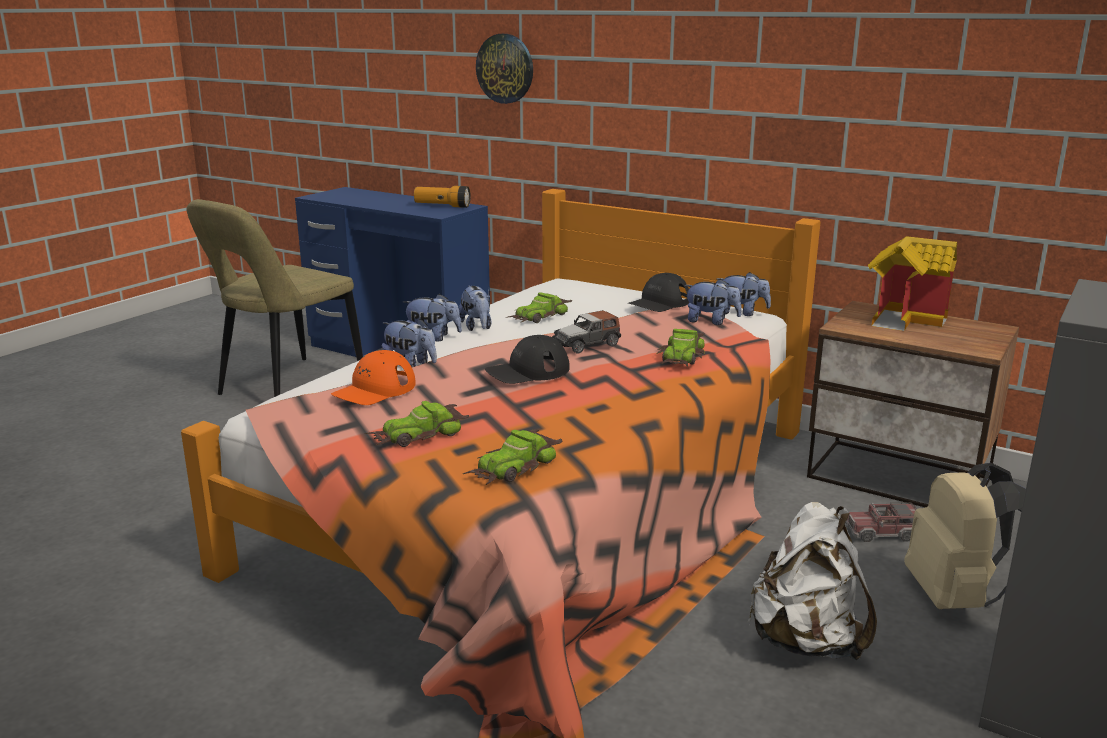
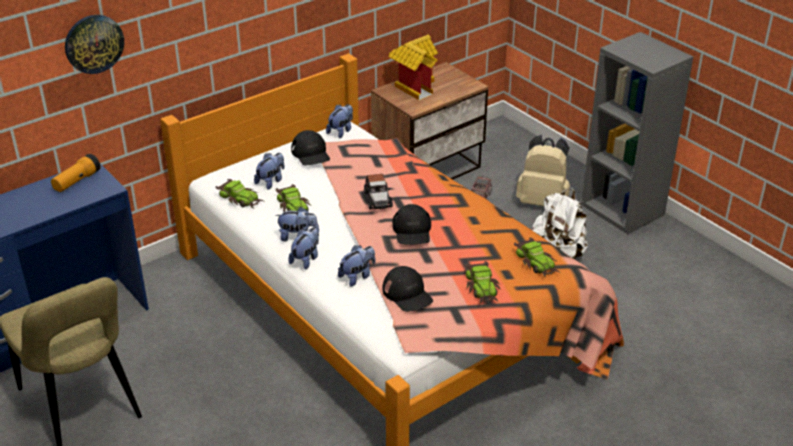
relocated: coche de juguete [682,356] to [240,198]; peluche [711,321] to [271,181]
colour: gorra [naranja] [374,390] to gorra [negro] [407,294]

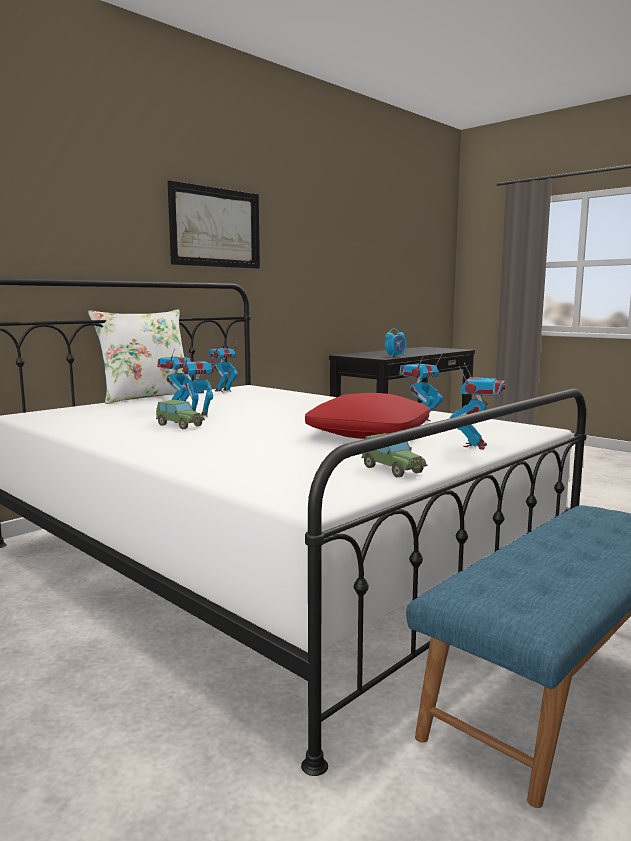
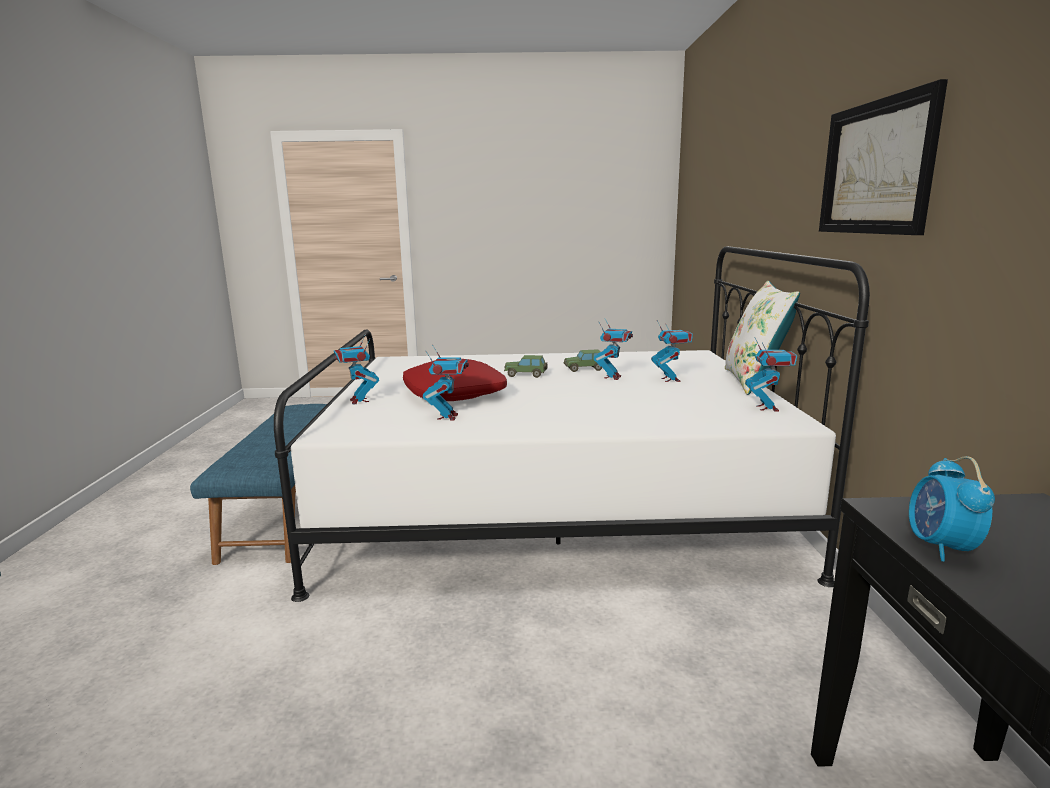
relocated: coche de juguete [392,470] to [526,375]

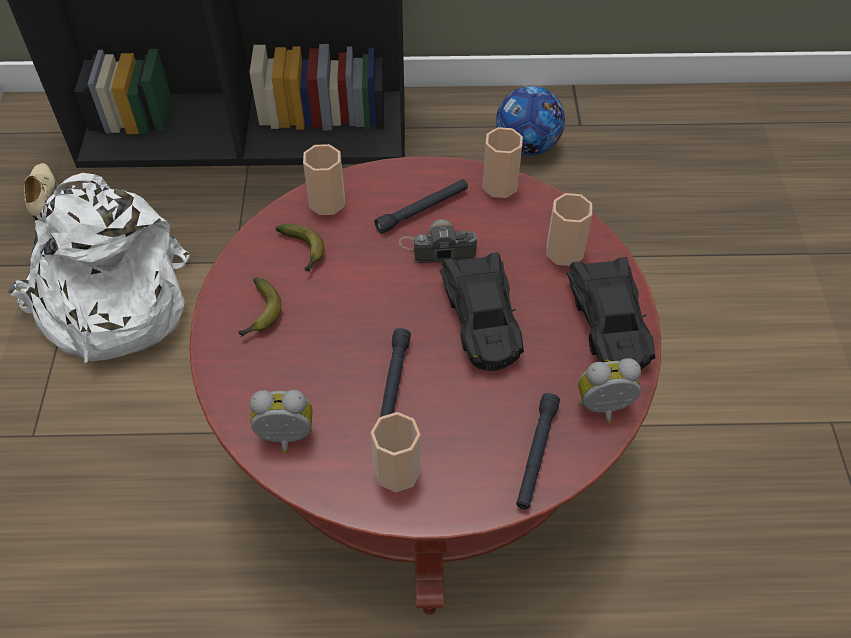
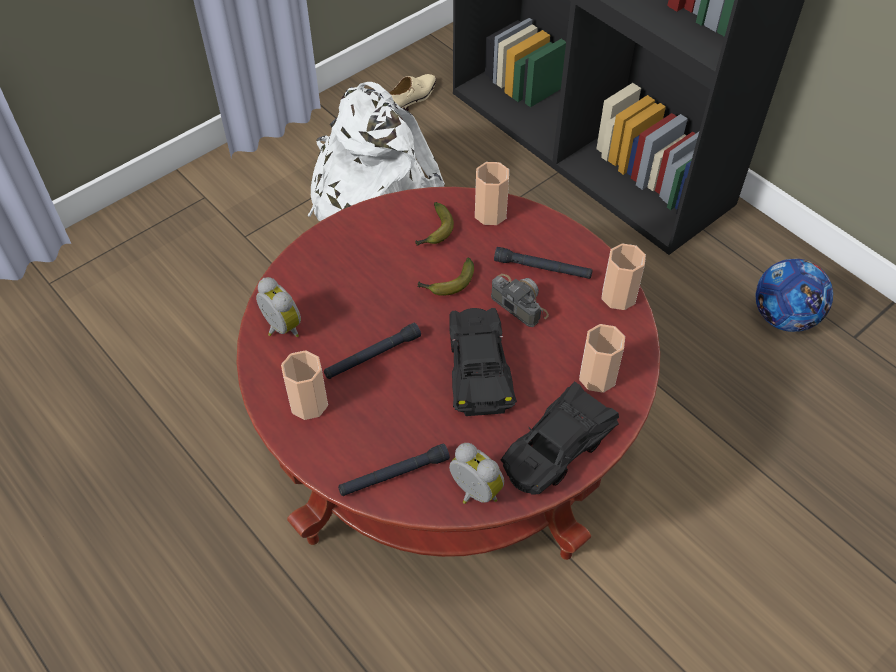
relocated: plátano [260,314] to [447,284]
spun: coche de juguete [negro] [481,320] = [479,368] 135 degrees clockwise

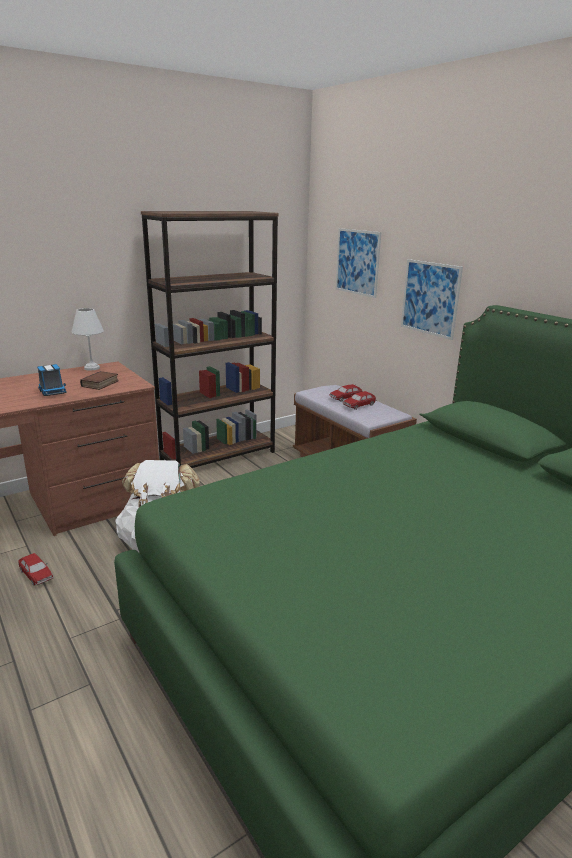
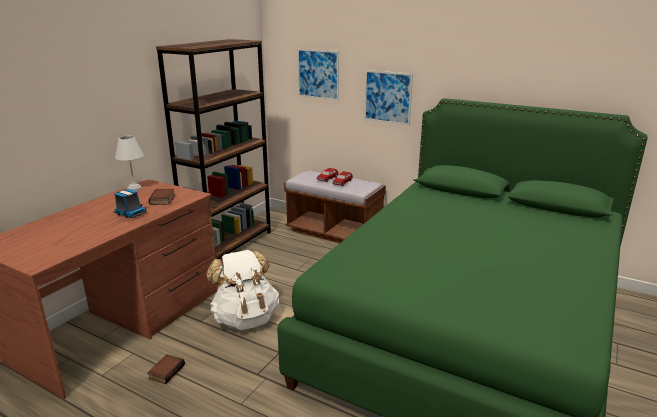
exchanged: coche de juguete [36,575] to libro [166,371]

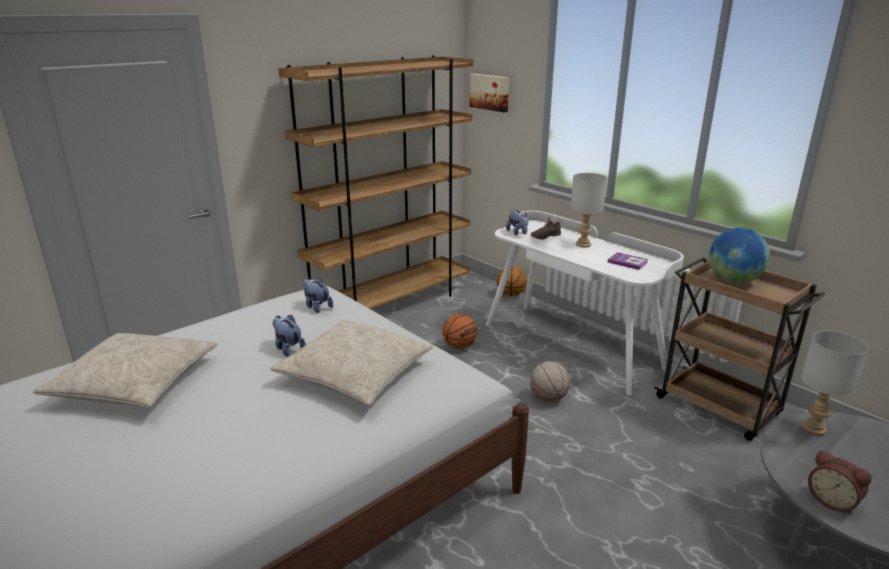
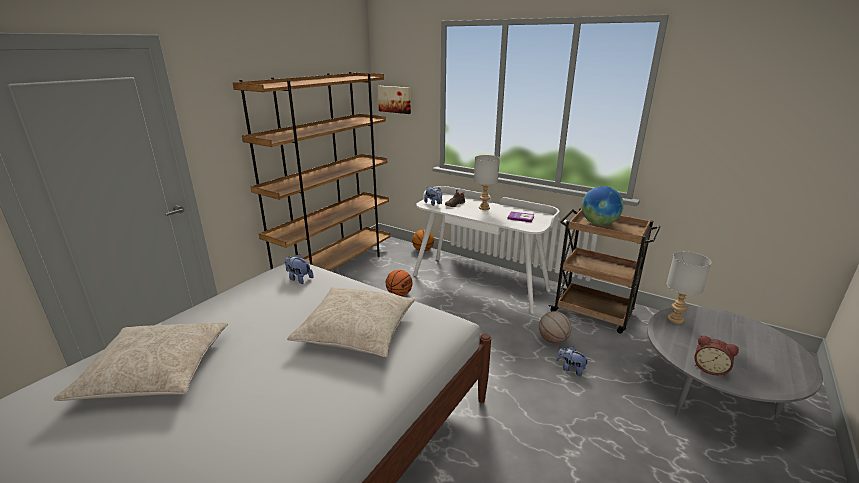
relocated: peluche [288,348] to [570,369]; balón de baloncesto [548,398] to [552,340]

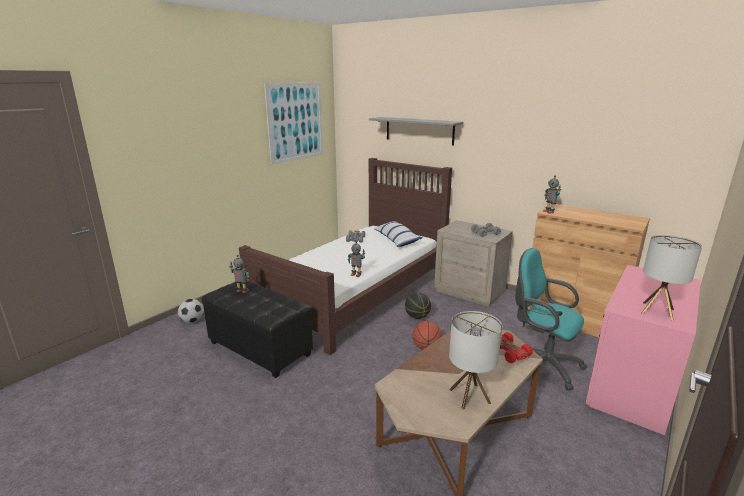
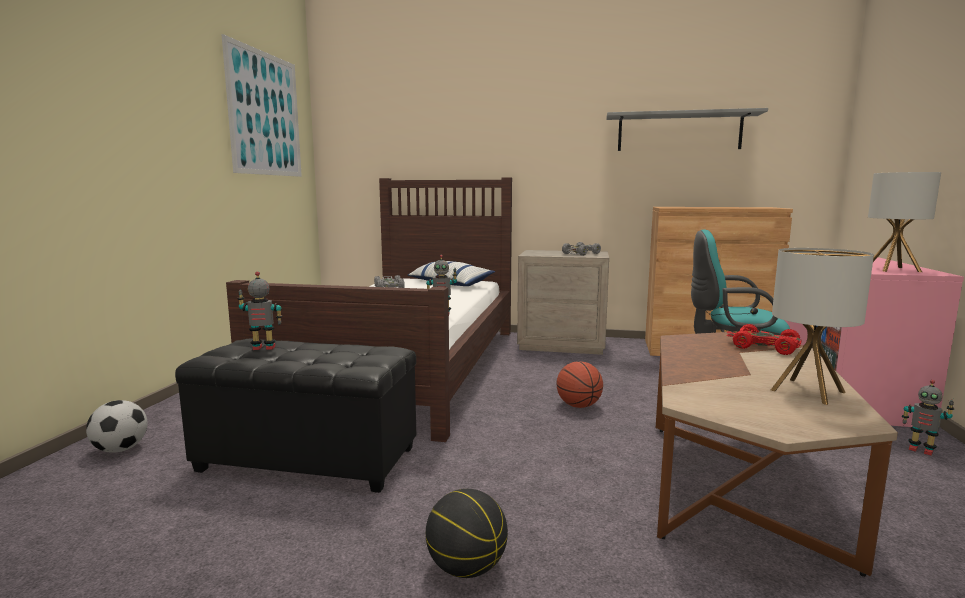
relocated: estante [gris] [419,130] to [679,132]; balón de baloncesto [417,316] to [467,567]; robot de juguete [549,212] to [921,450]

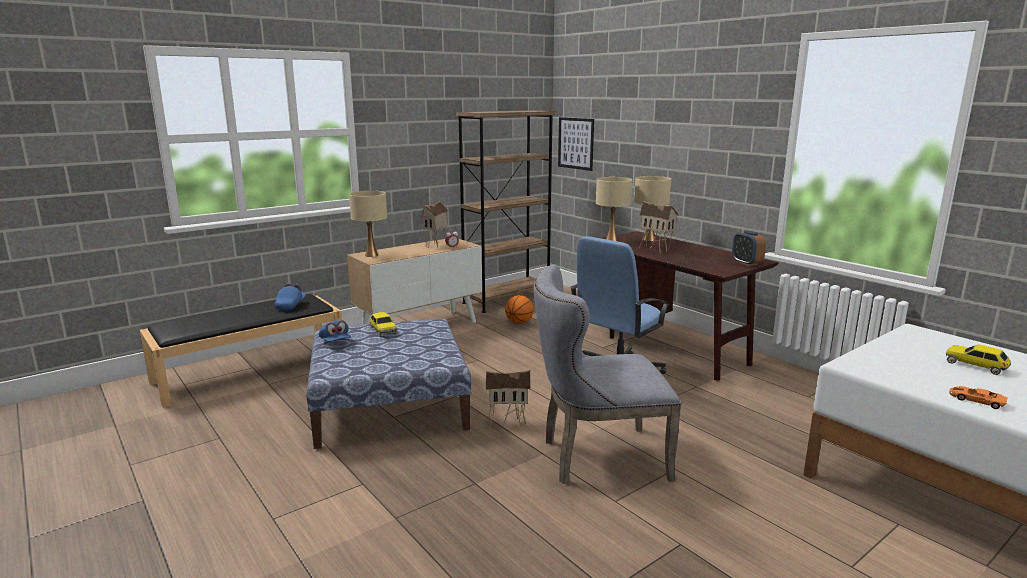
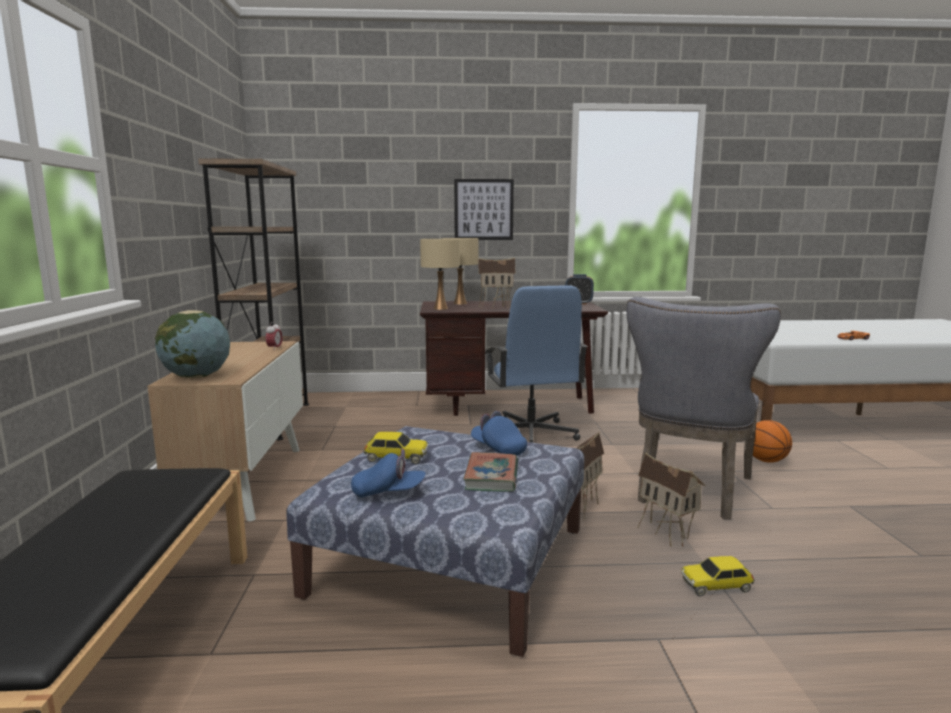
appeared: libro [492,477]
relocated: gorra [azul] [291,305] to [498,449]; casita [436,245] to [666,535]; balón de baloncesto [519,323] to [766,460]; cuadro [575,143] to [483,209]; coche de juguete [975,365] to [716,585]
exchanged: lámpara de mesa [beis] [371,255] to globo terráqueo [196,377]

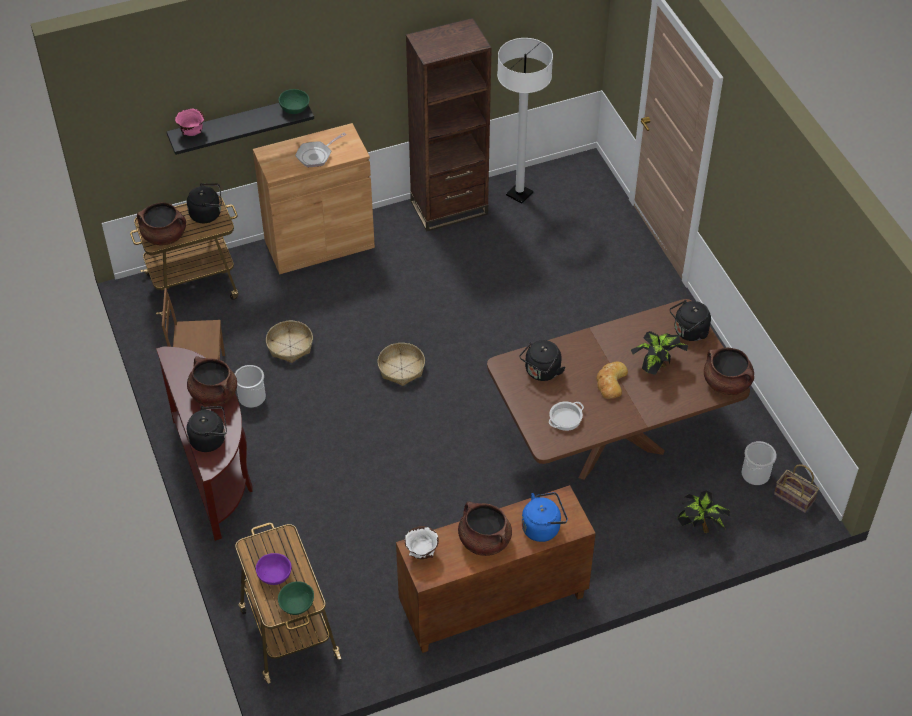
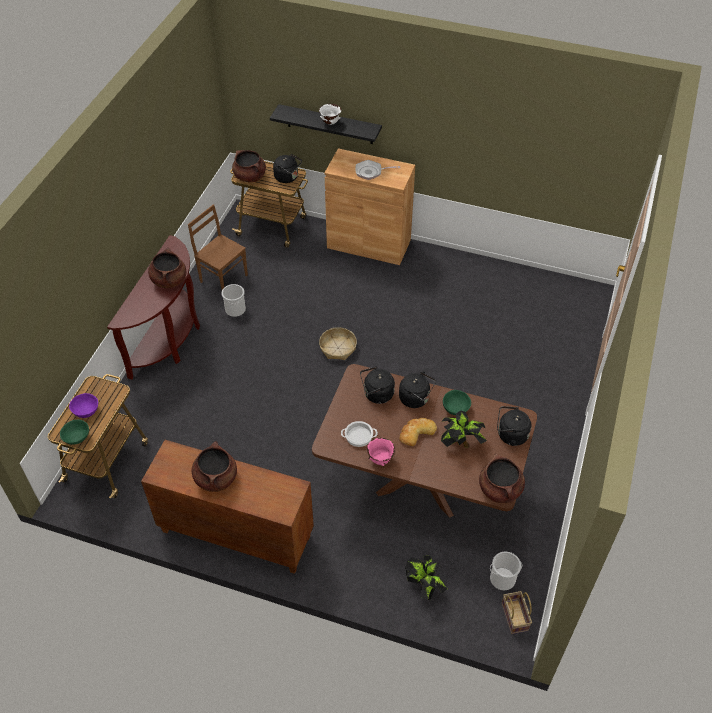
missing: cesta [290,346]; estantería [marrón] [449,208]; lámpara de pie [blanco] [519,194]; hervidor [azul] [543,527]
relocated: cuenco [rosa] [192,132] to [381,459]; hervidor [negro] [210,439] to [416,399]; cuenco [verde] [294,108] to [455,408]; cuenco [blanco] [421,553] to [330,122]

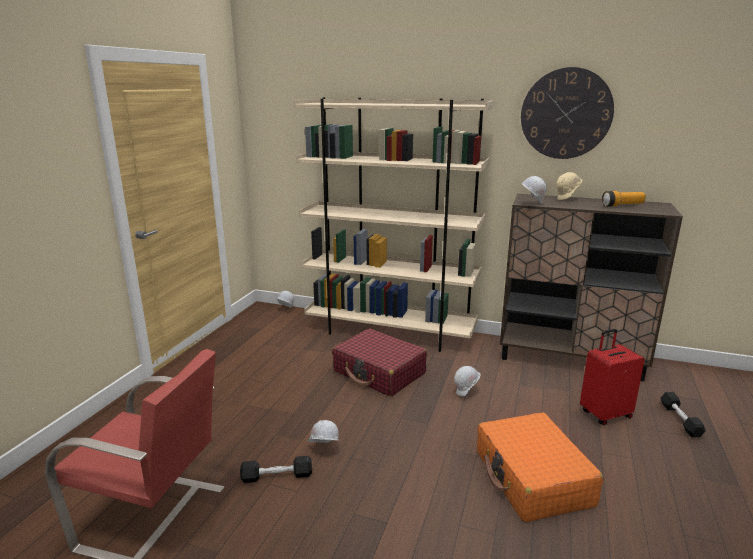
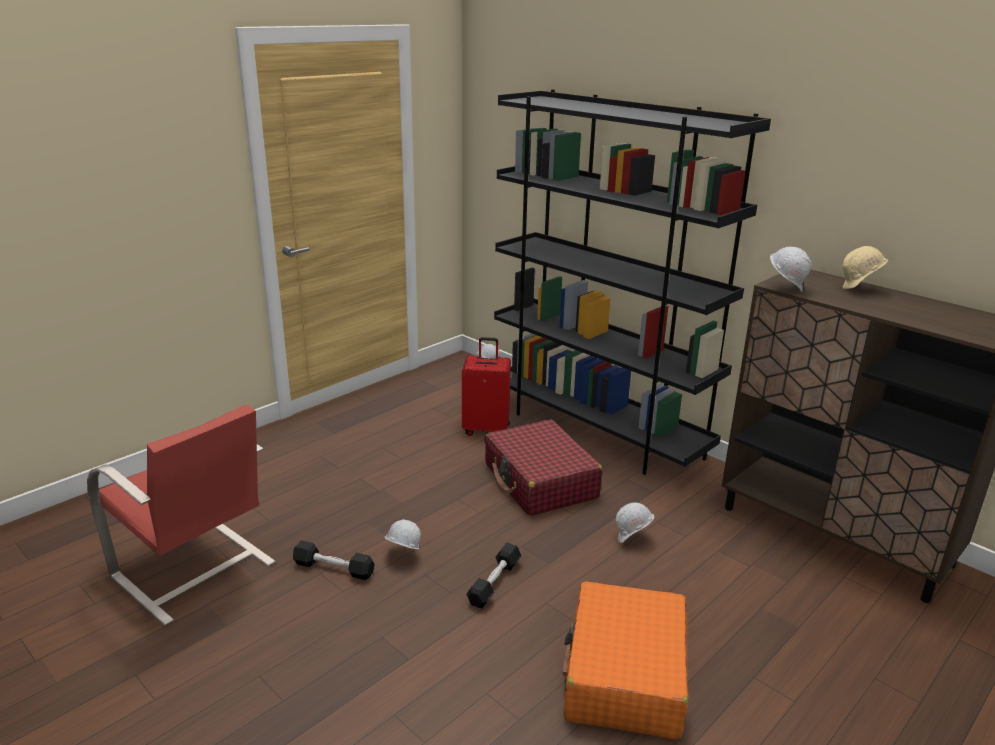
missing: reloj de pared [566,114]; linterna [622,205]
relocated: maleta [rojo] [604,414] to [486,429]; mancuerna [negro] [680,420] to [494,583]
colour: estantería [beis] [390,332] to estantería [negro] [597,431]

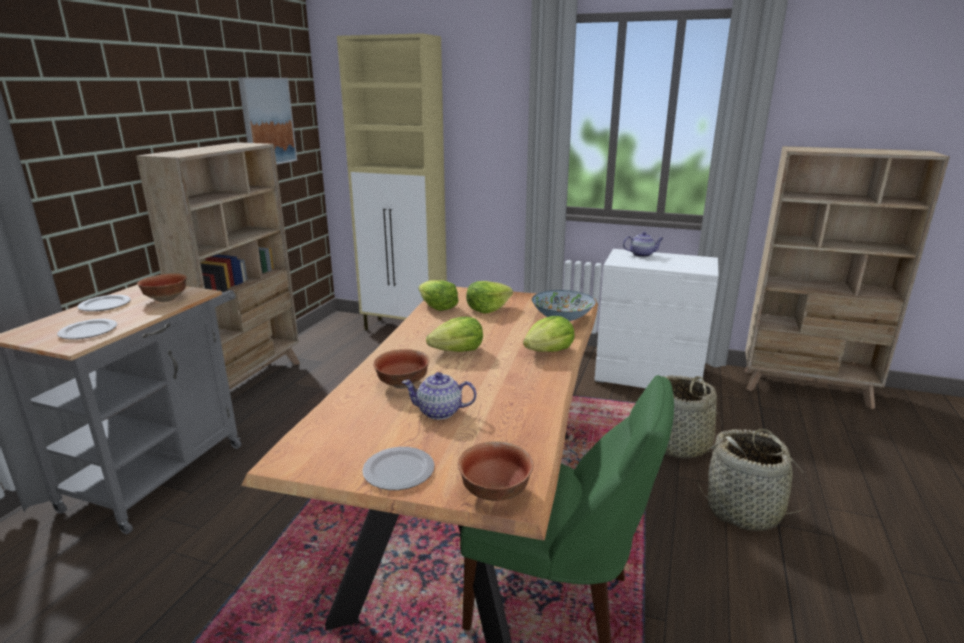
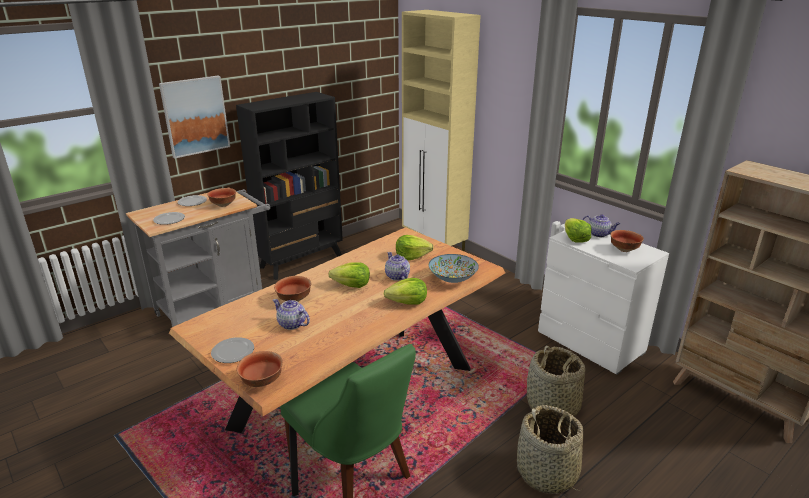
appeared: tetera [397,276]; cuenco [623,249]
relocated: cuadro [267,122] to [195,116]; lechuga [437,307] to [575,239]
colour: estantería [beis] [250,381] to estantería [negro] [302,261]

